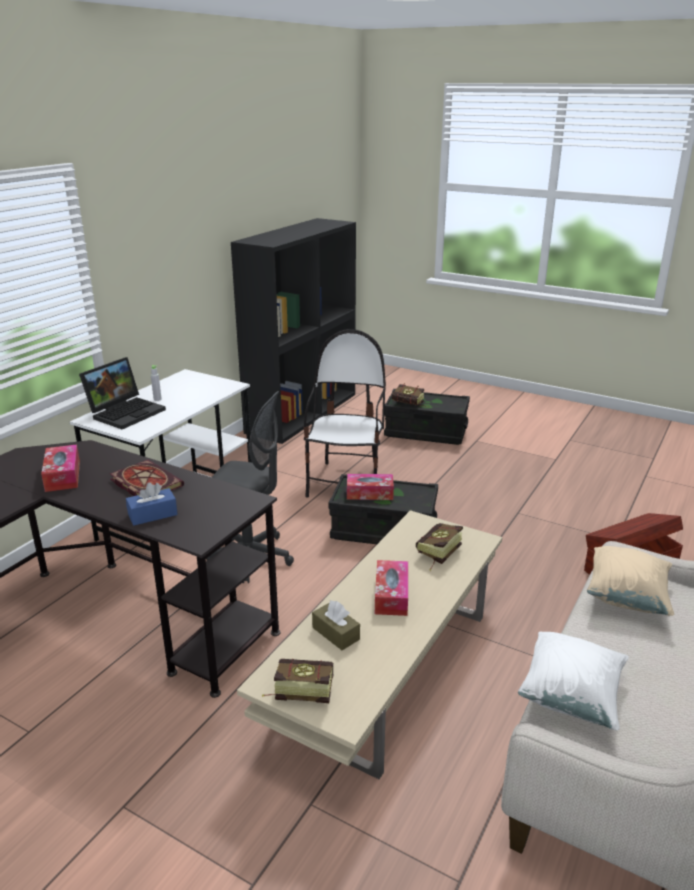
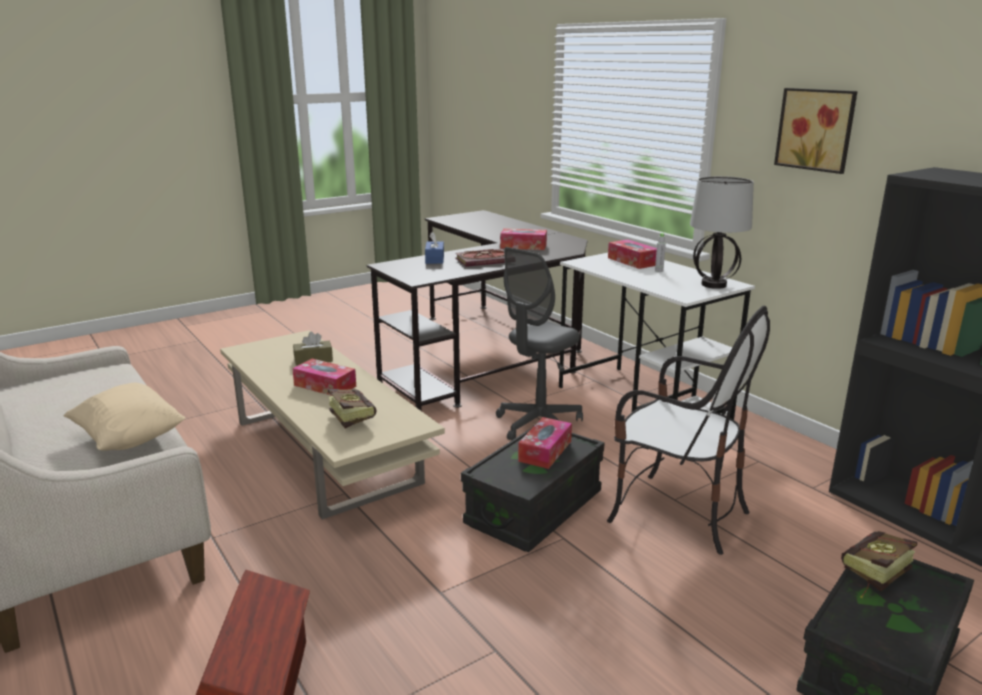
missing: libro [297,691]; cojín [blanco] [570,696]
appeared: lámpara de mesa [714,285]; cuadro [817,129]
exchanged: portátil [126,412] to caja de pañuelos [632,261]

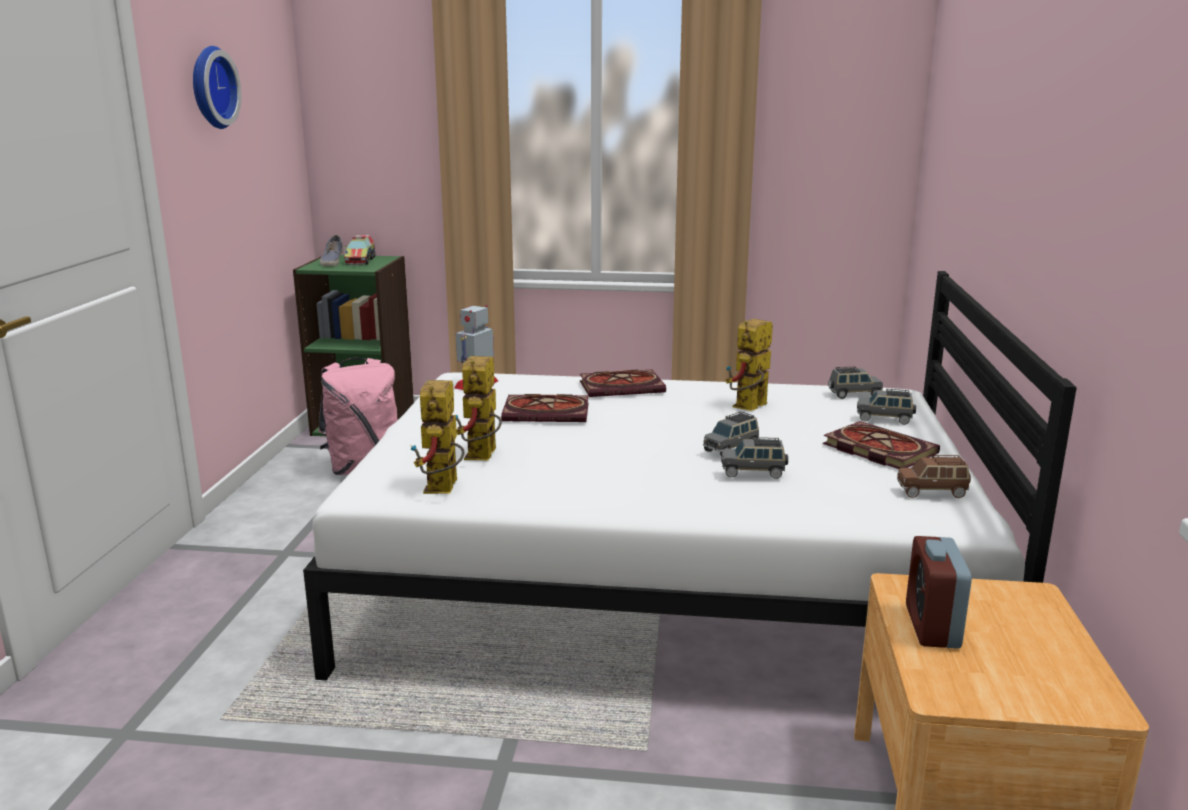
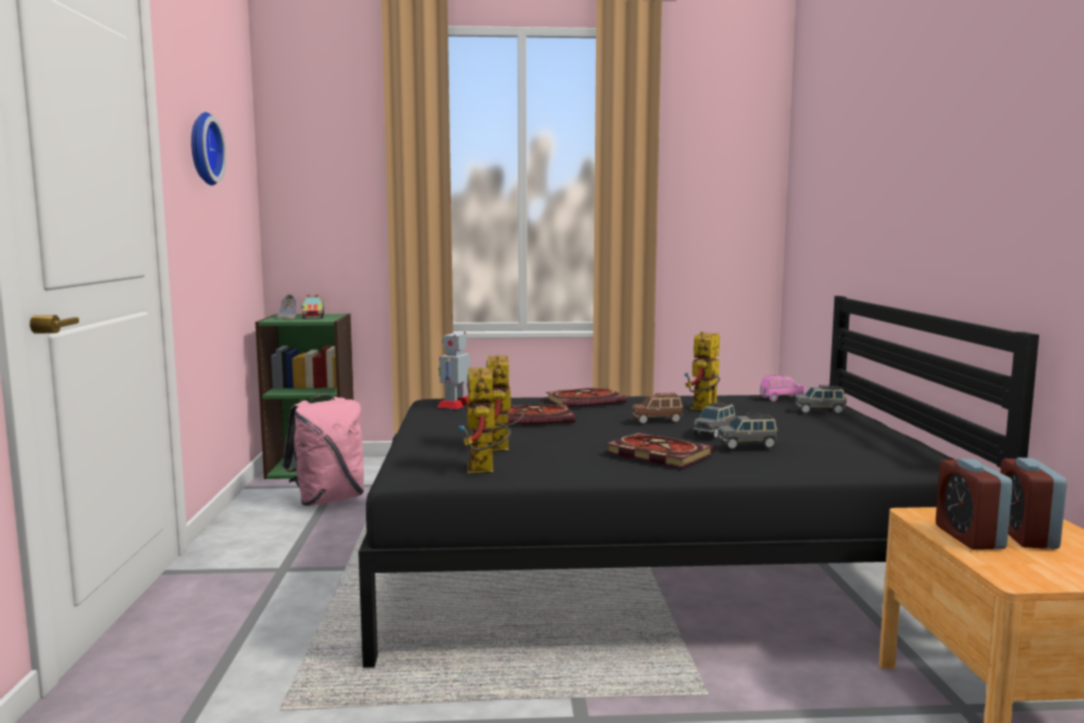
appeared: despertador [1026,536]
relocated: libro [876,449] to [655,454]; coche de juguete [marrón] [932,492] to [657,420]
colour: cama [blanco] [665,582] to cama [negro] [650,566]; coche de juguete [gris] [853,395] to coche de juguete [rosa] [781,398]

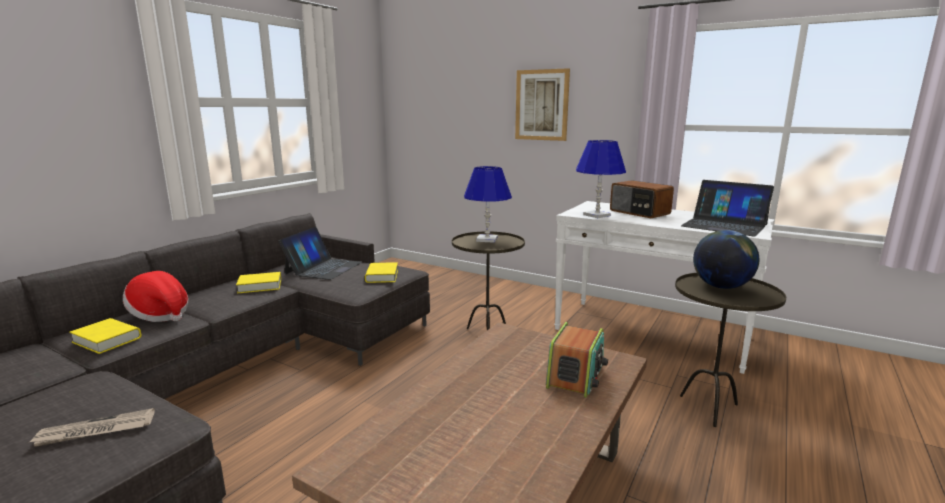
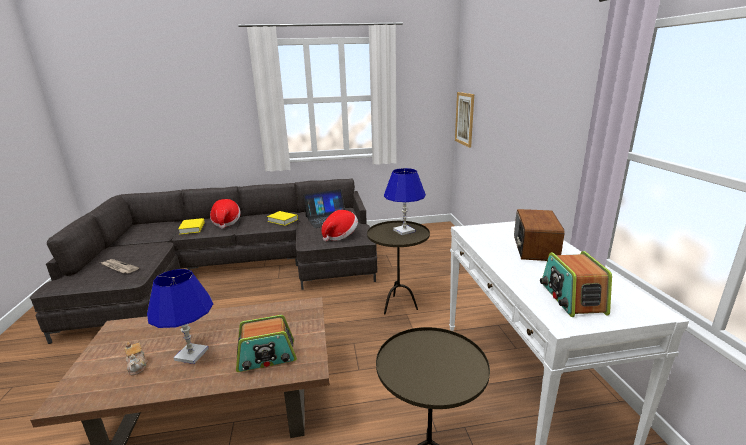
missing: globo terráqueo [721,286]
appeared: tetera [137,366]
relocated: cuadro [541,105] to [464,119]; lámpara de mesa [azul] [597,215] to [191,354]
exchanged: libro [amarillo] [382,276] to sombrero [340,235]; portátil [724,225] to radio [571,298]

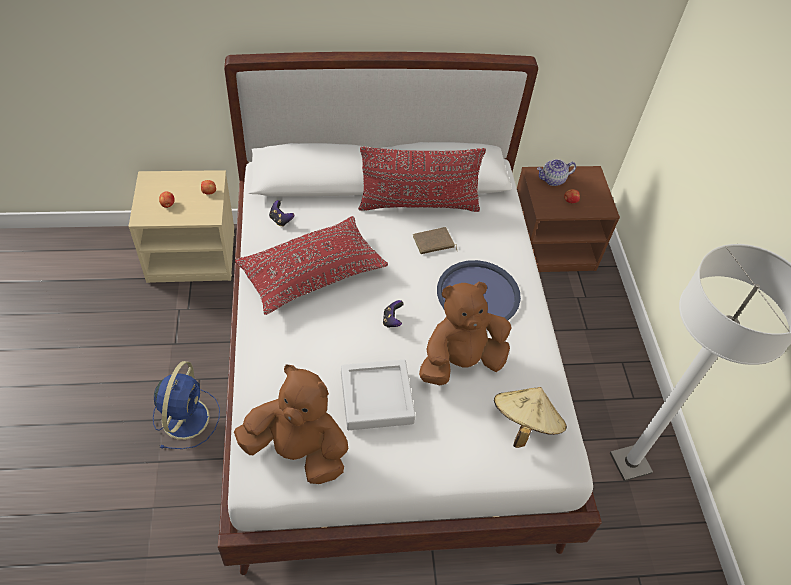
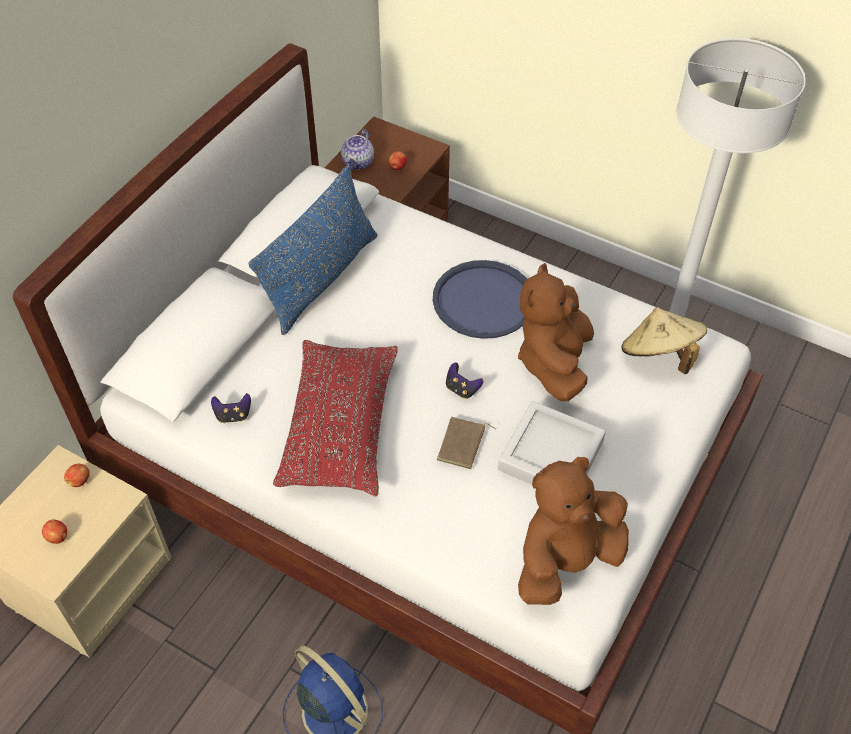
relocated: libro [marrón] [433,243] to [463,445]
colour: cojín [rojo] [418,204] to cojín [azul] [322,279]

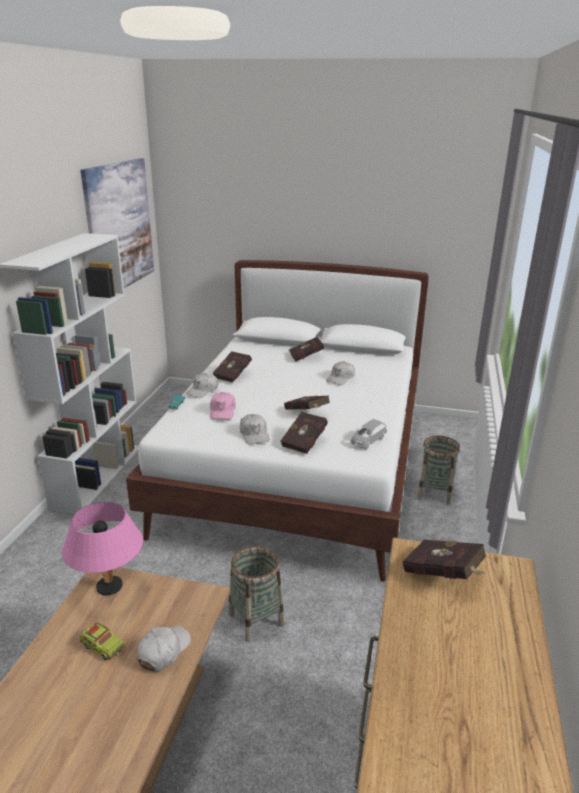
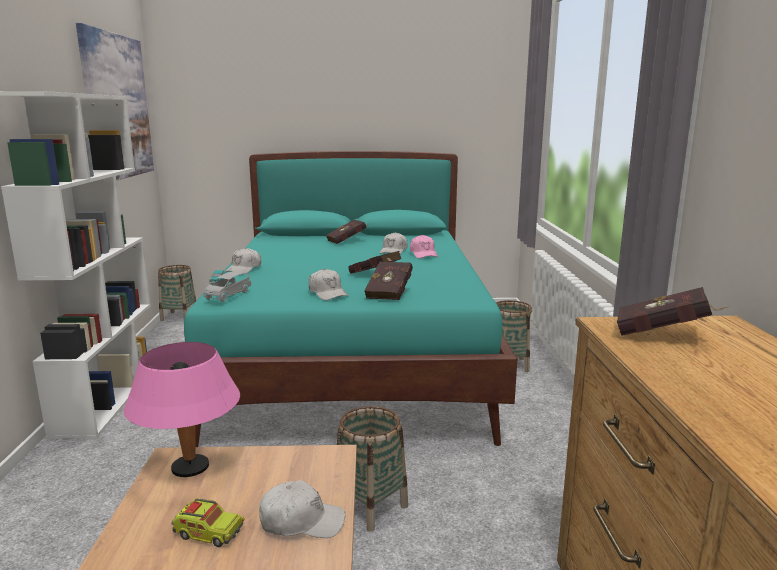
missing: libro [rojo] [234,375]
appeared: cesta [179,317]
relocated: gorra [rosa] [222,411] to [423,254]; coche de juguete [gris] [368,441] to [227,295]
colour: cama [blanco] [298,467] to cama [turquesa] [353,361]
spun: gorra [blanco] [163,651] = [301,521] 75 degrees clockwise

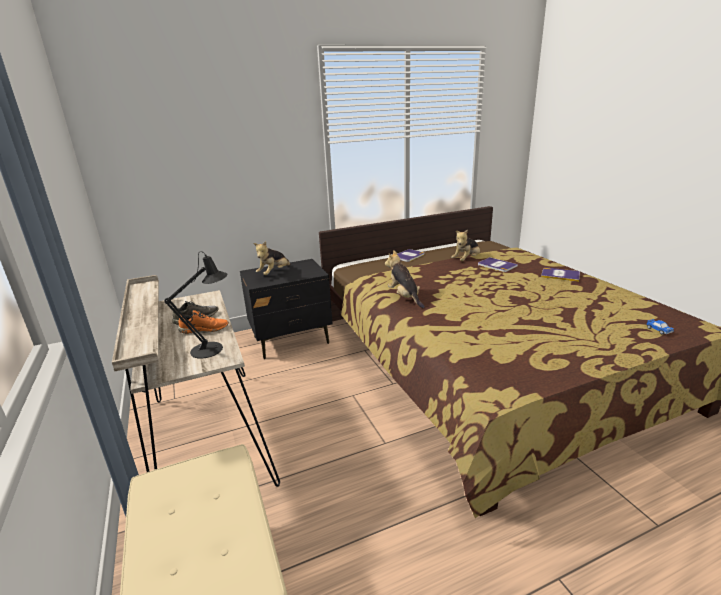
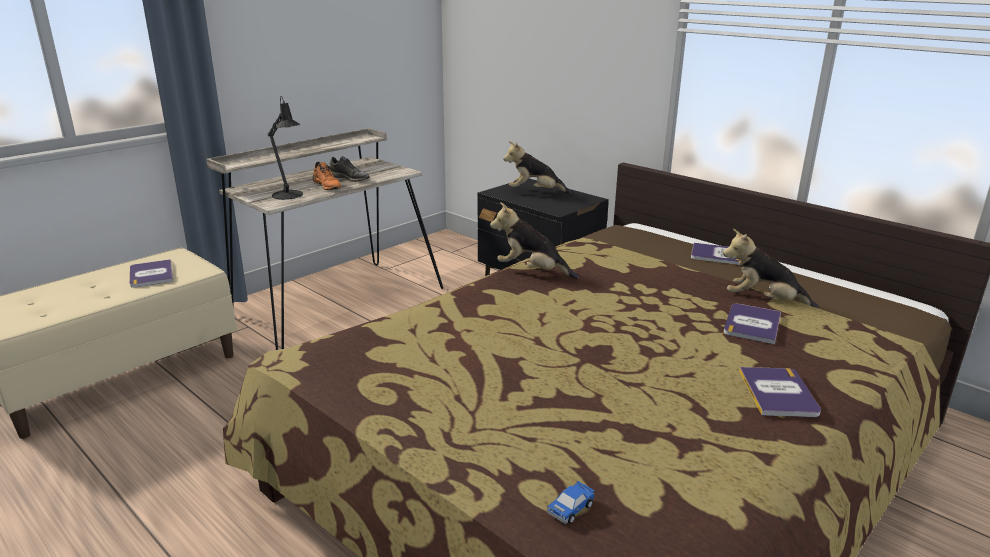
appeared: libro [151,274]
spun: peluche [404,297] = [532,271] 105 degrees counterclockwise

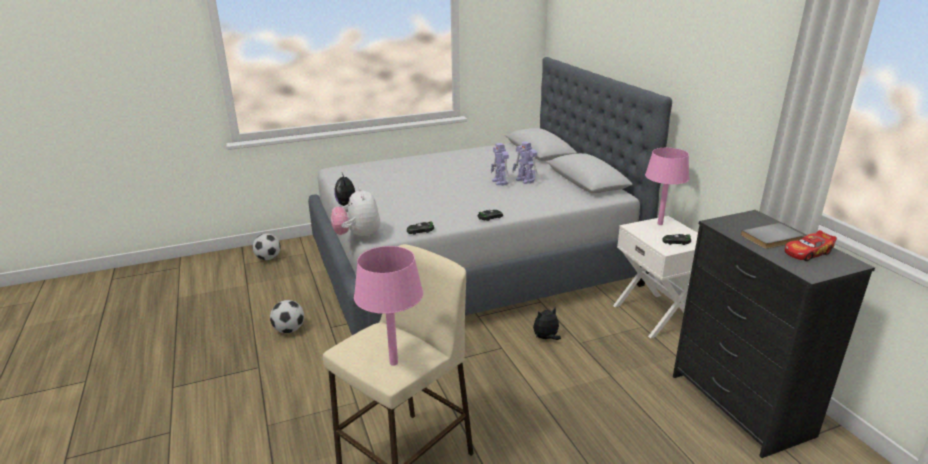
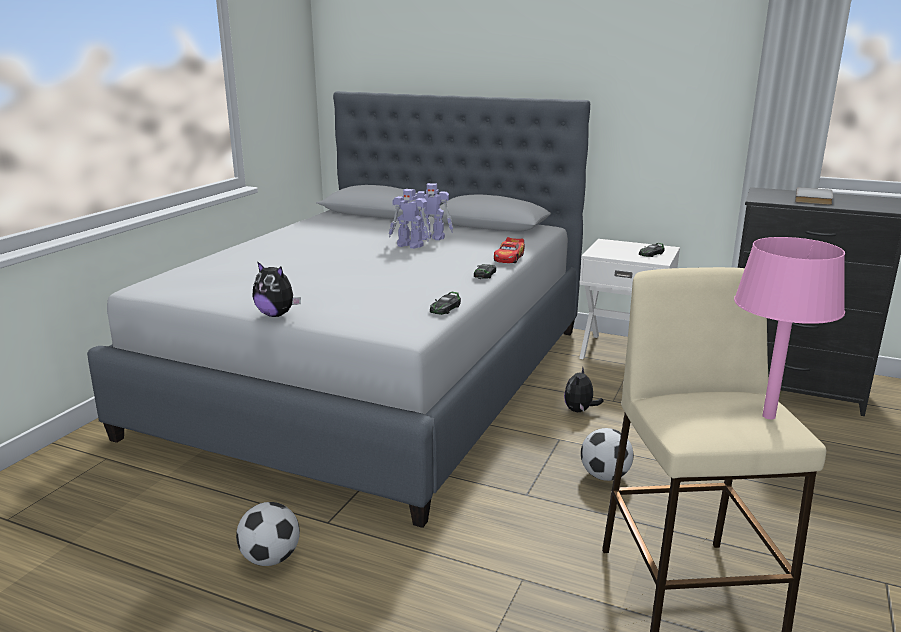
missing: peluche [358,236]; lámpara de mesa [rosa] [659,224]
relocated: balón de fútbol [268,258] to [604,476]; coche de juguete [807,253] to [509,258]

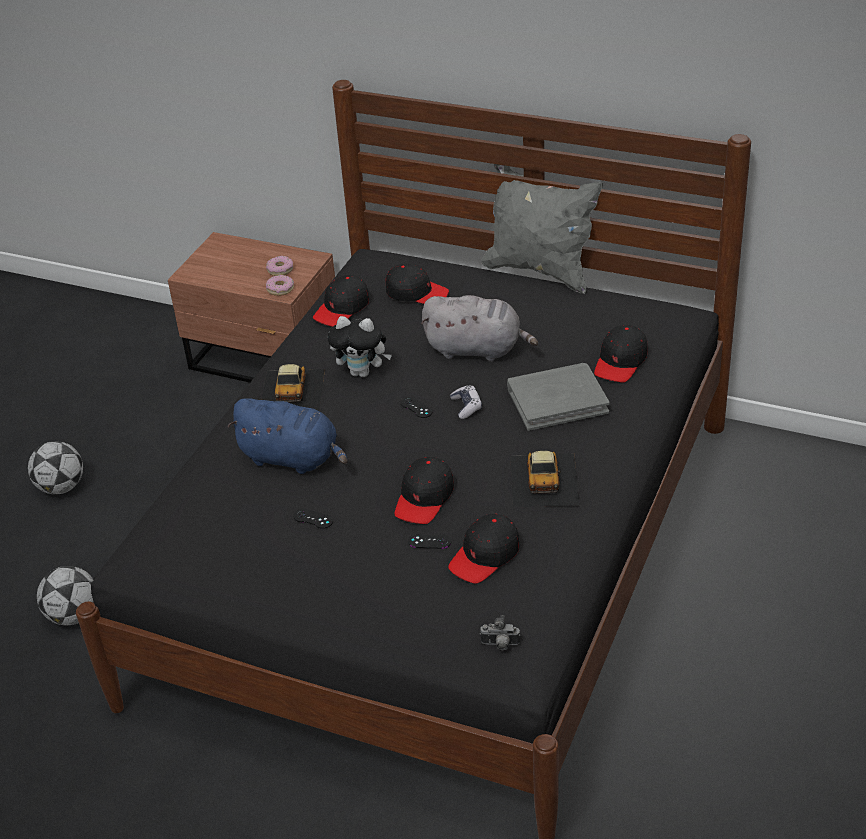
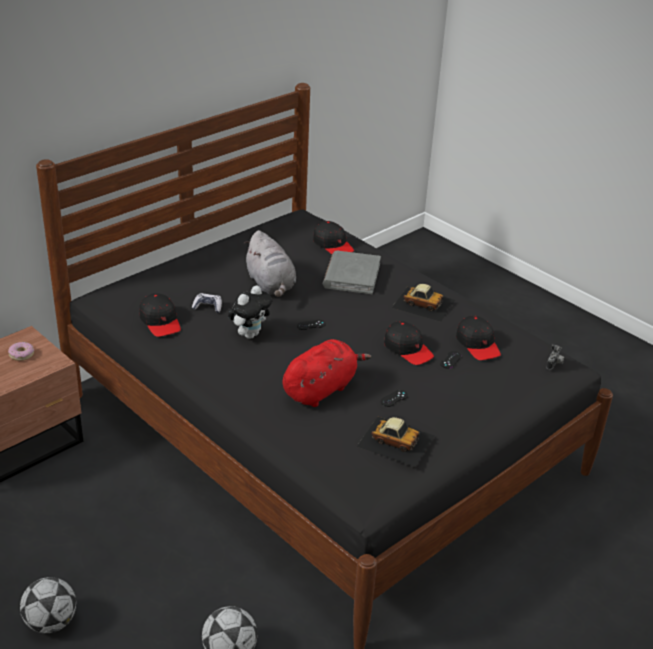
missing: rosquilla [280,289]; gorra [negro] [416,293]; cojín [gris] [540,271]
relocated: coche de juguete [292,391] to [395,440]; mando de consola [466,406] to [207,307]
colour: peluche [azul] [293,458] to peluche [rojo] [321,389]
spun: peluche [gris] [477,349] = [271,285] 120 degrees clockwise

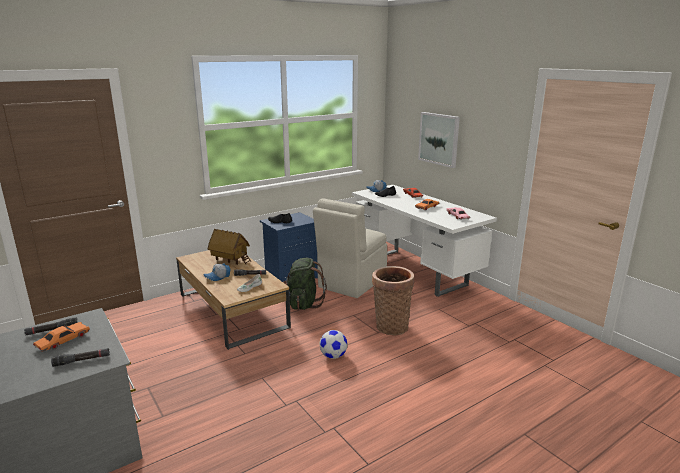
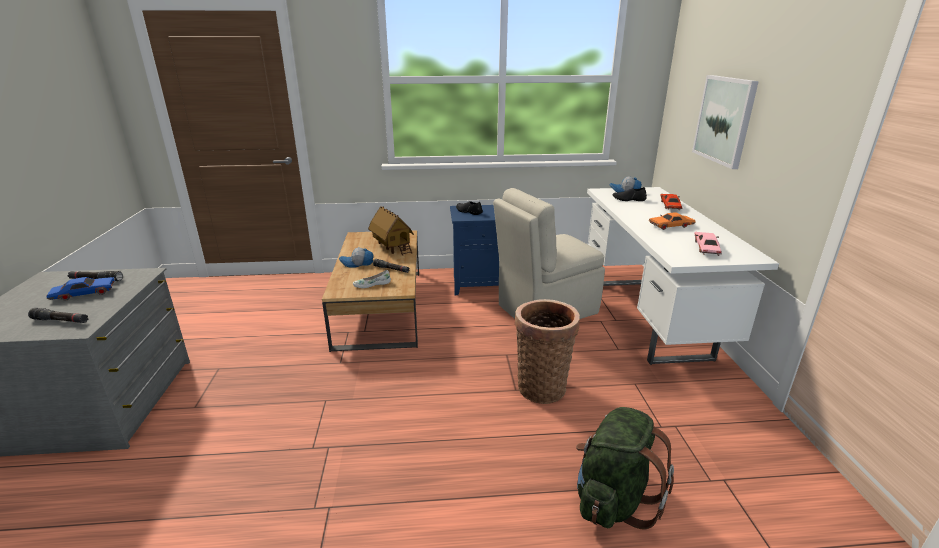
missing: balón de fútbol [333,356]
relocated: mochila [verde] [303,304] to [613,499]
colour: coche de juguete [naranja] [63,341] to coche de juguete [azul] [84,294]

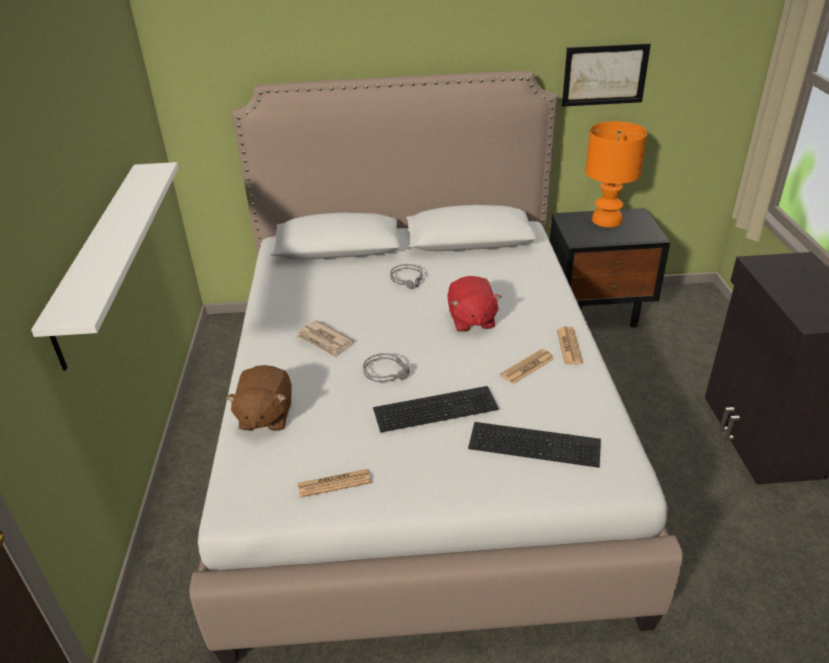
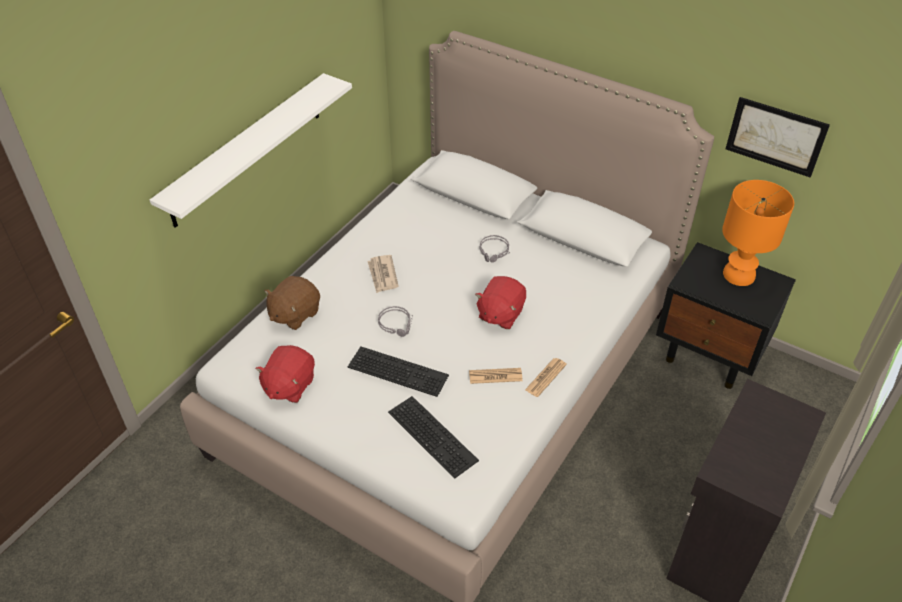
exchanged: periódico [334,483] to peluche [rojo] [289,385]

